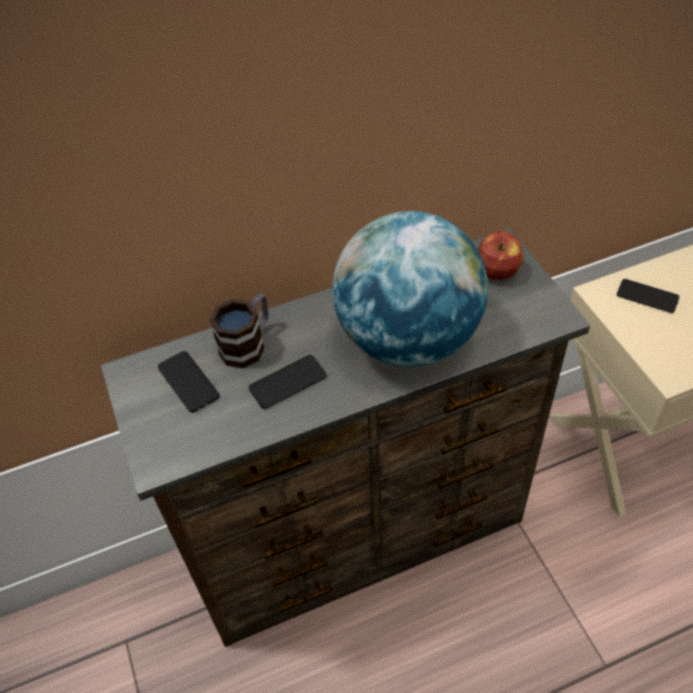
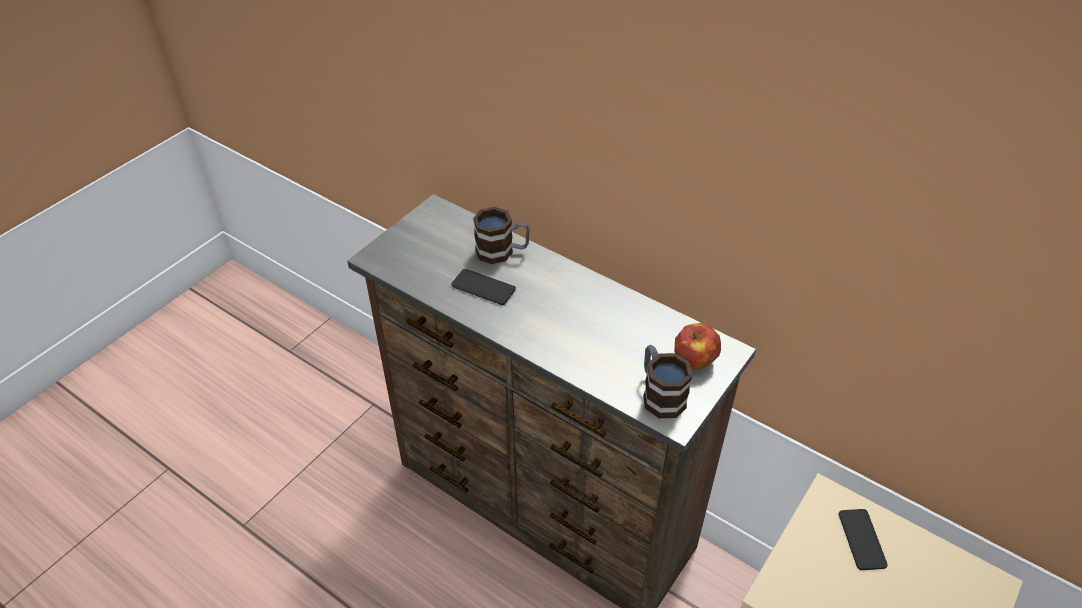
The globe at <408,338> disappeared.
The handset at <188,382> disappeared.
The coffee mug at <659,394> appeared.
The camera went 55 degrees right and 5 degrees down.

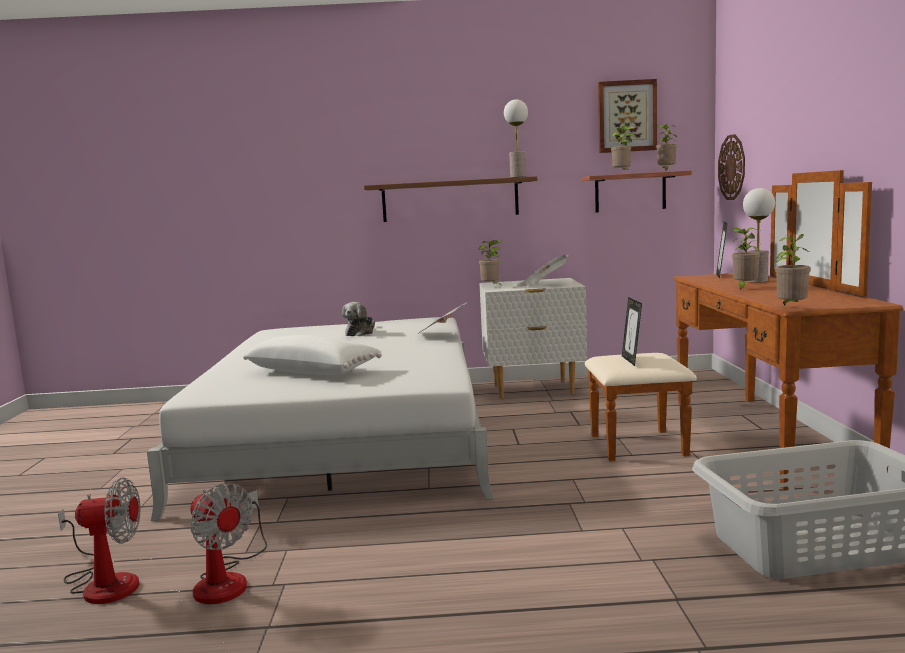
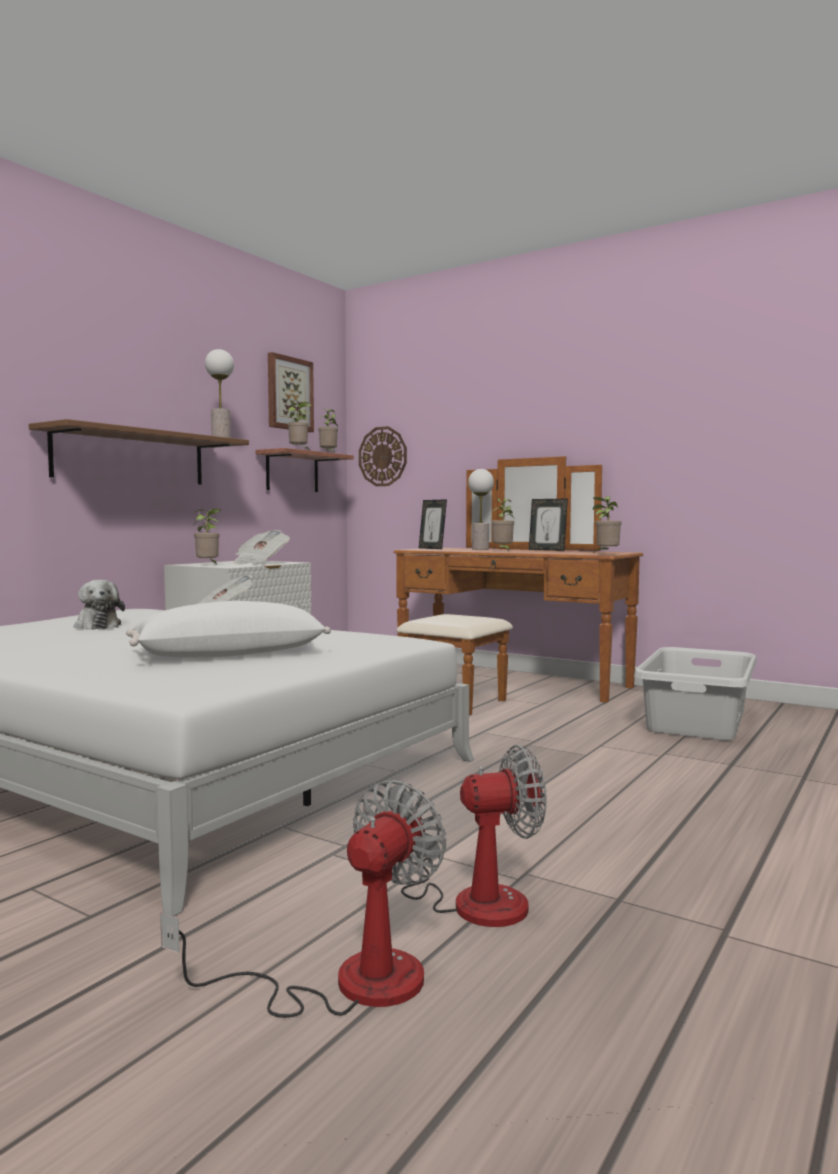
The picture frame moved from <631,360> to <547,550>.
The camera went 55 degrees left and 5 degrees down.

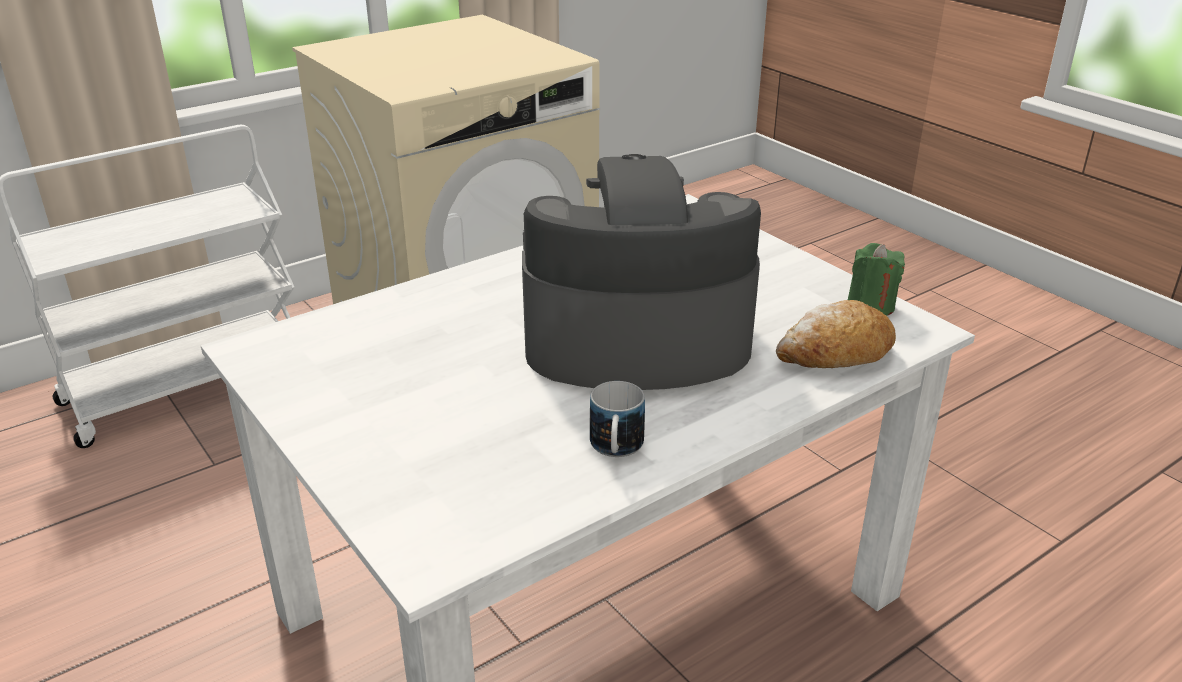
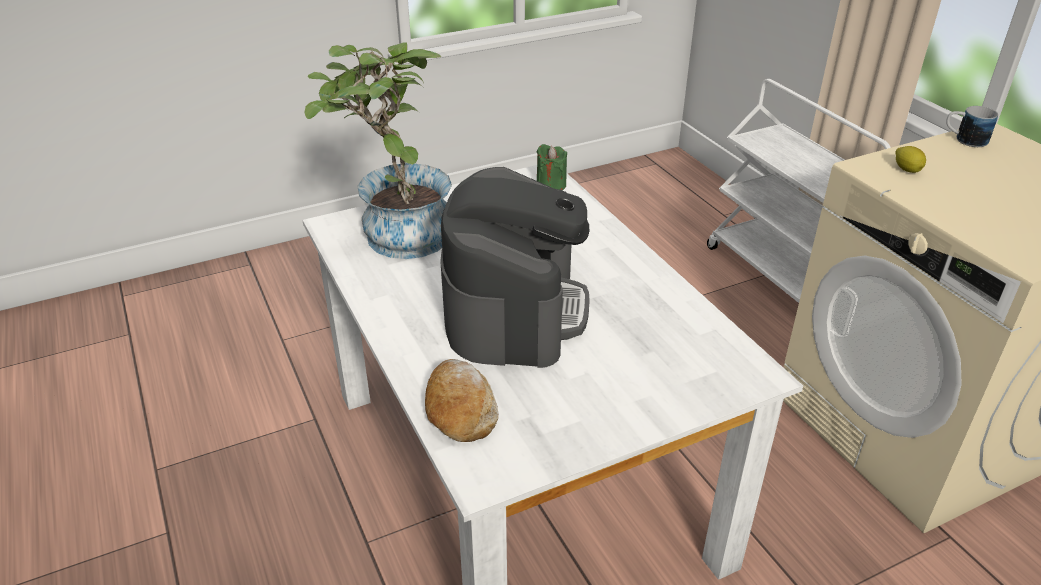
The candle (green-coloured) moved from <871,306> to <551,185>.
The coffee mug moved from <615,449> to <964,140>.
The houseplant at <395,234> appeared.
The whole lemon at <907,170> appeared.
The camera went 100 degrees right and 5 degrees up.

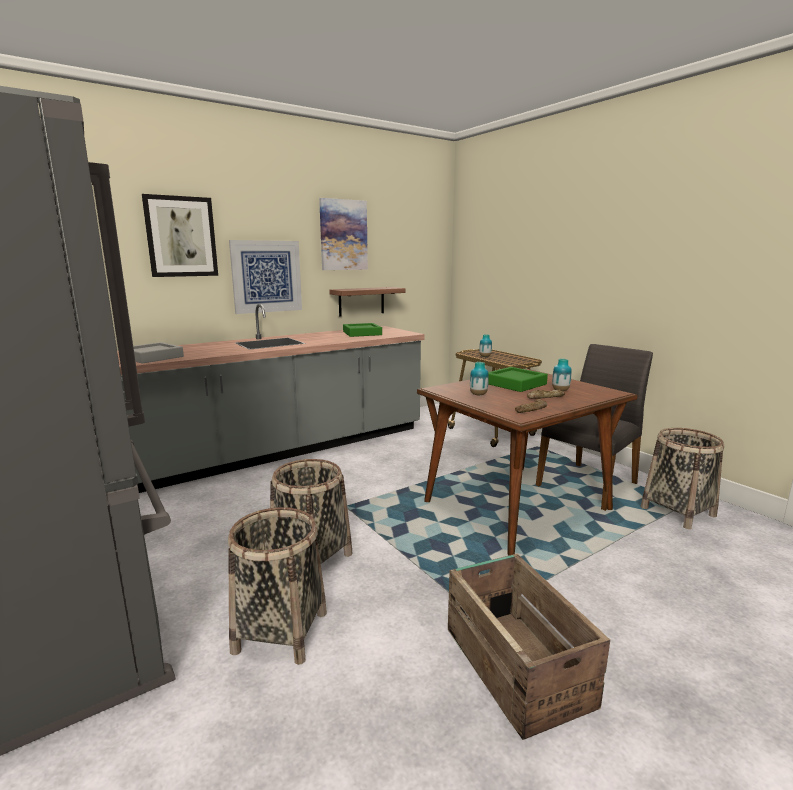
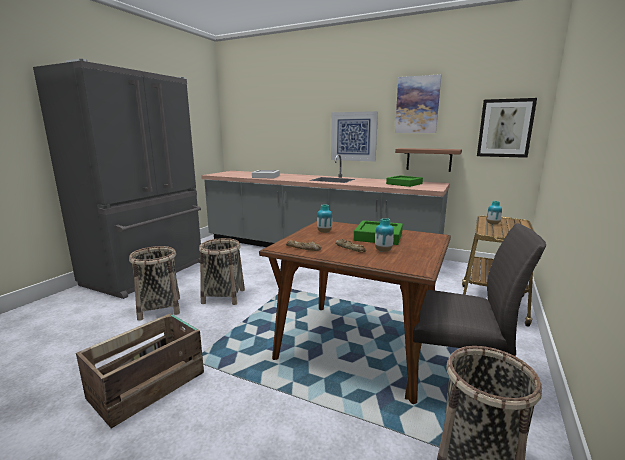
The wall art moved from <181,237> to <505,128>.
The camera went 60 degrees right and 0 degrees up.

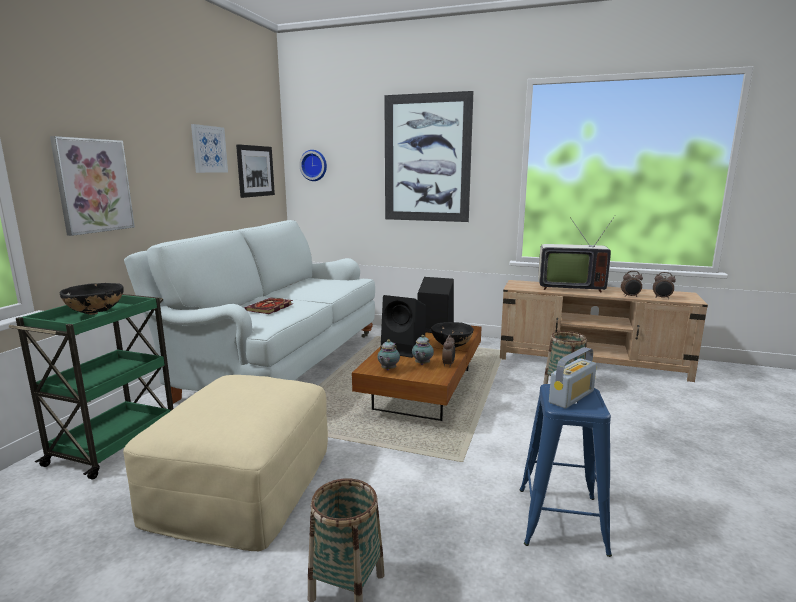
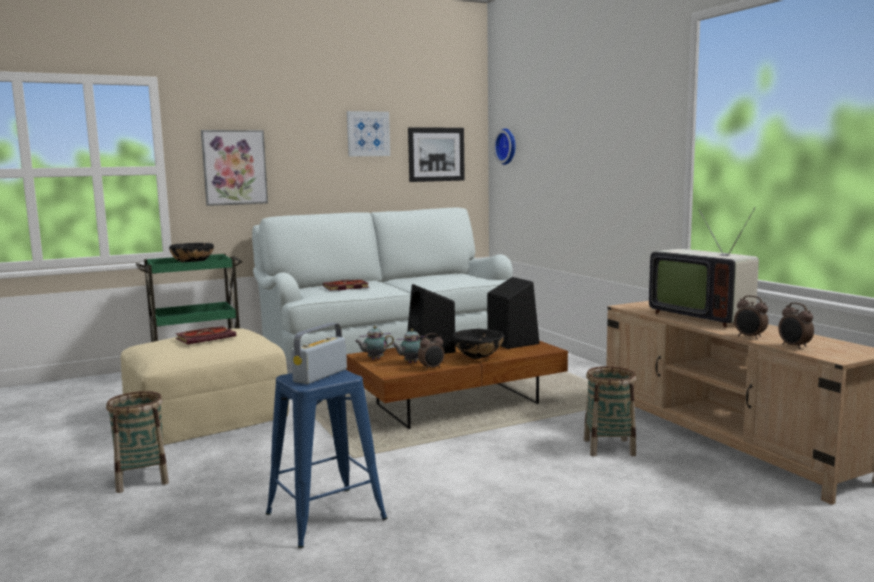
The wall art at <427,158> disappeared.
The radio receiver at <571,397> turned 120 degrees clockwise.
The volume at <206,337> appeared.
The camera went 45 degrees right and 5 degrees down.

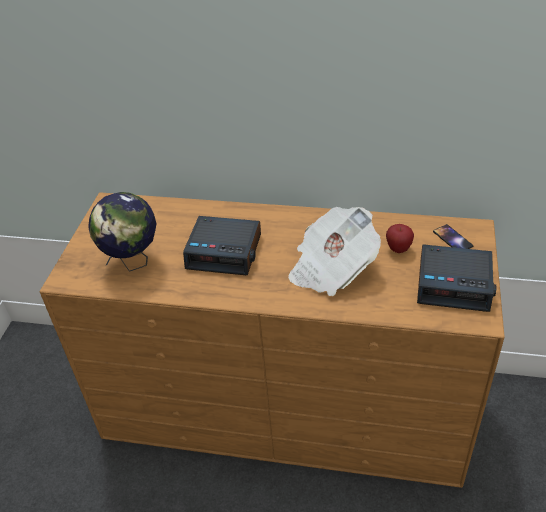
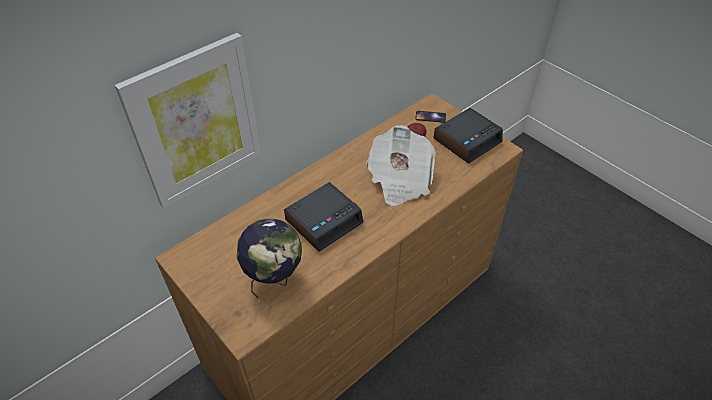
The wall art at <196,122> appeared.
The camera went 55 degrees left and 5 degrees up.

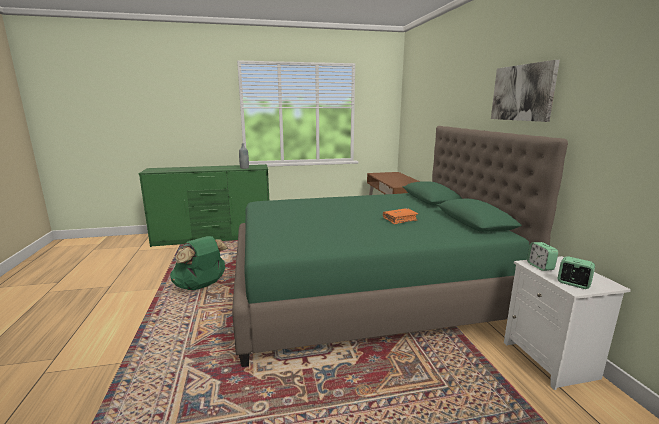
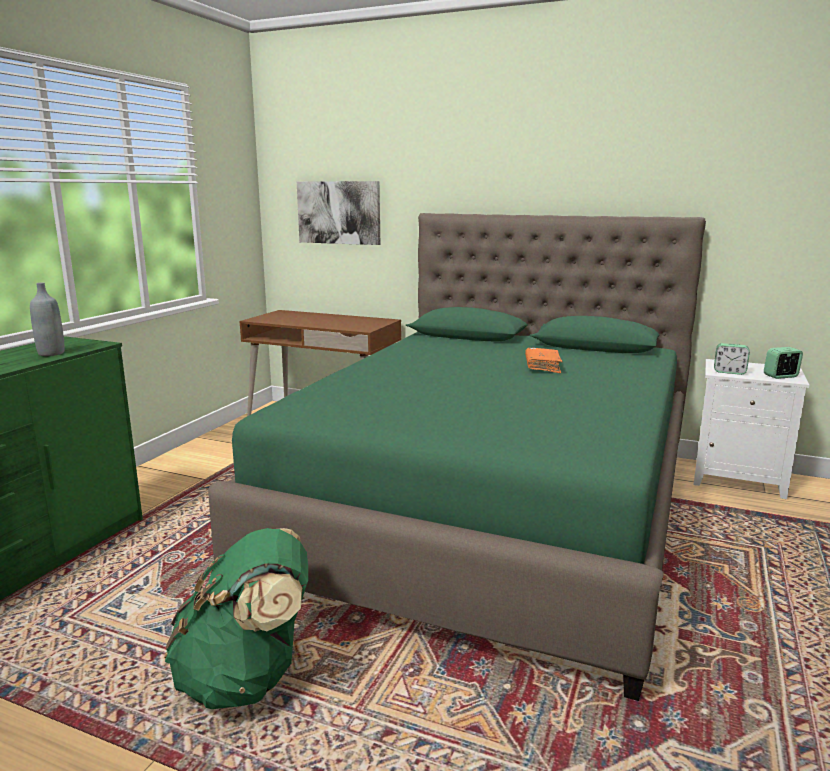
The wall art moved from <523,93> to <339,212>.
The camera went 55 degrees left and 0 degrees up.

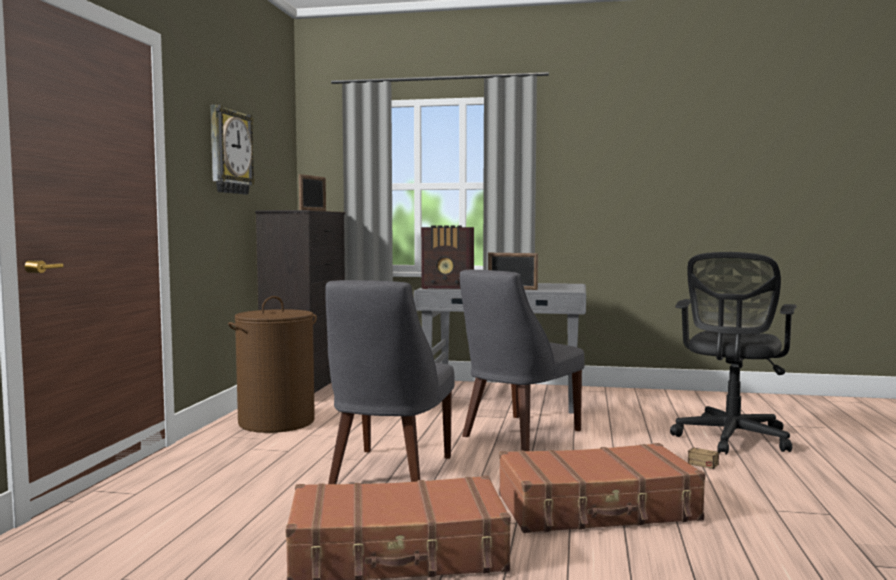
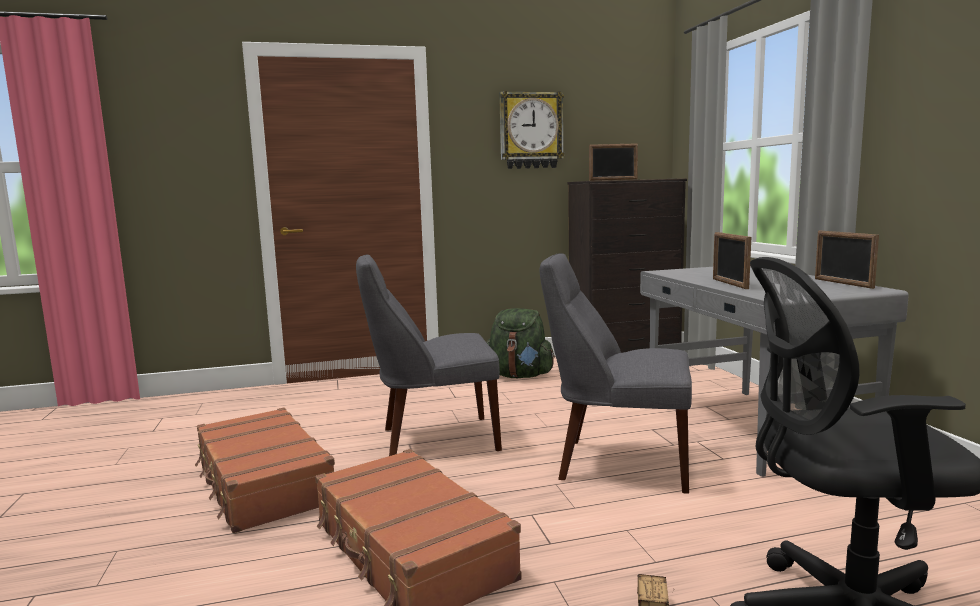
The radio receiver at <449,288> disappeared.
The hamper (brown-coloured) at <276,422> was replaced by the backpack (green-coloured) at <519,376>.
The picture frame at <842,283> appeared.
The camera went 65 degrees right and 5 degrees up.

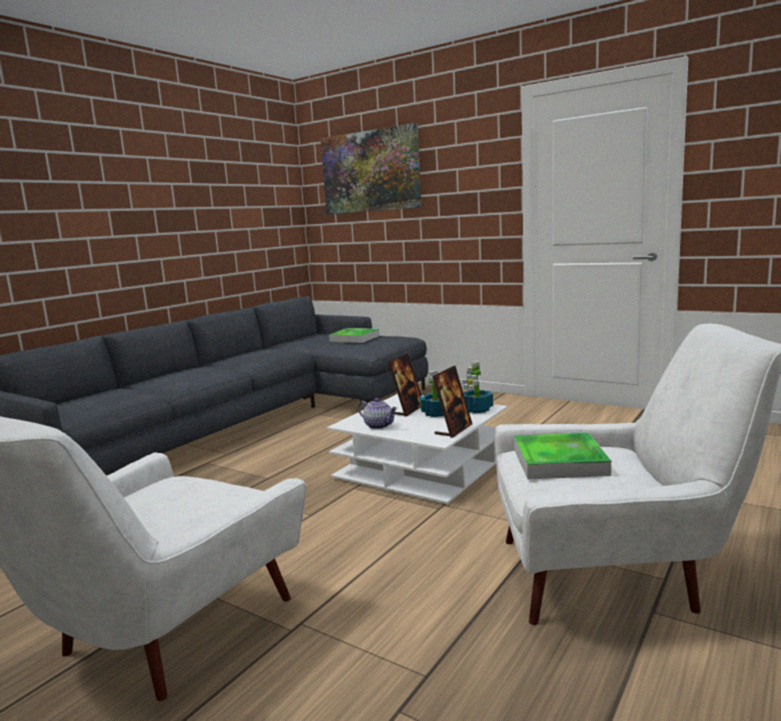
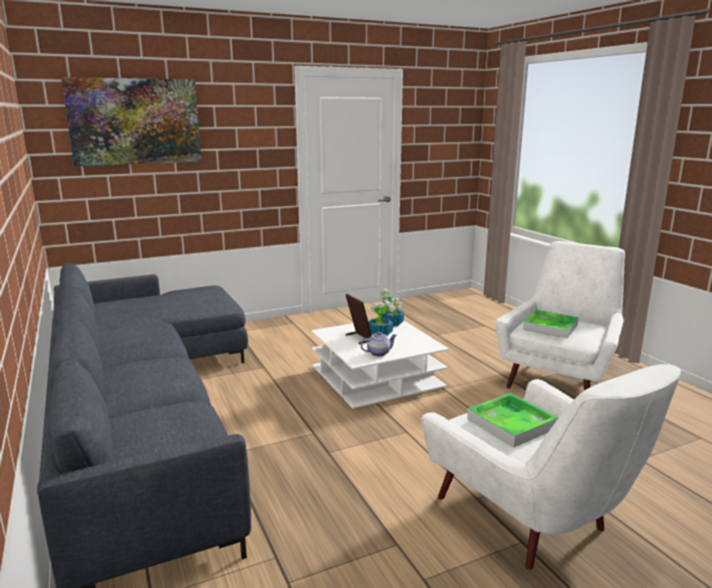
The tray moved from <354,338> to <511,423>.
The picture frame at <453,430> disappeared.
The camera went 60 degrees left and 5 degrees up.

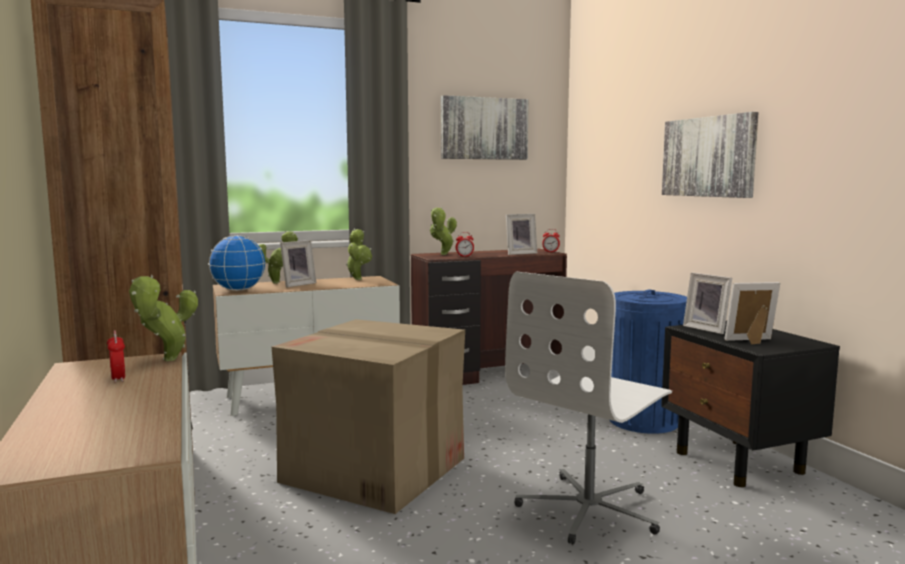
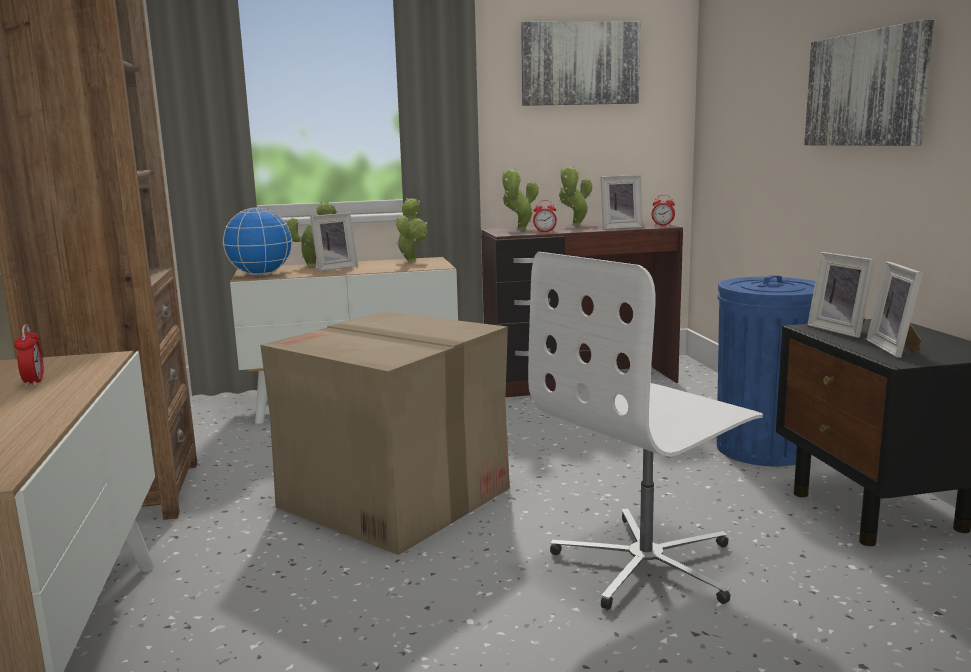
The houseplant moved from <167,361> to <575,225>.
The picture frame at <752,341> turned 90 degrees counterclockwise.
The camera went 10 degrees right and 5 degrees up.

